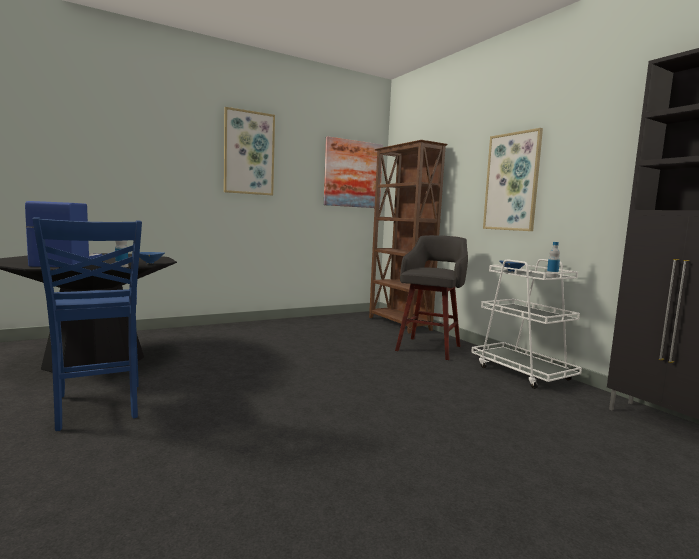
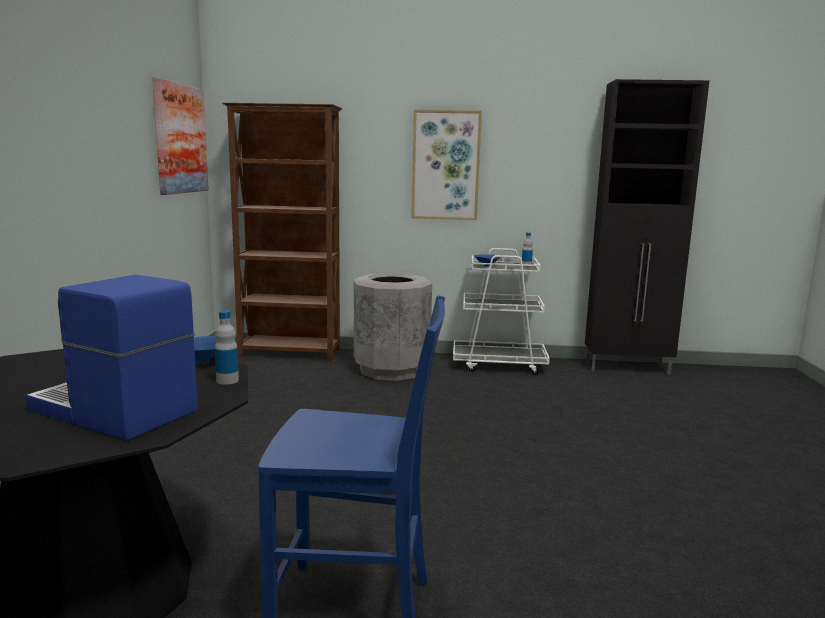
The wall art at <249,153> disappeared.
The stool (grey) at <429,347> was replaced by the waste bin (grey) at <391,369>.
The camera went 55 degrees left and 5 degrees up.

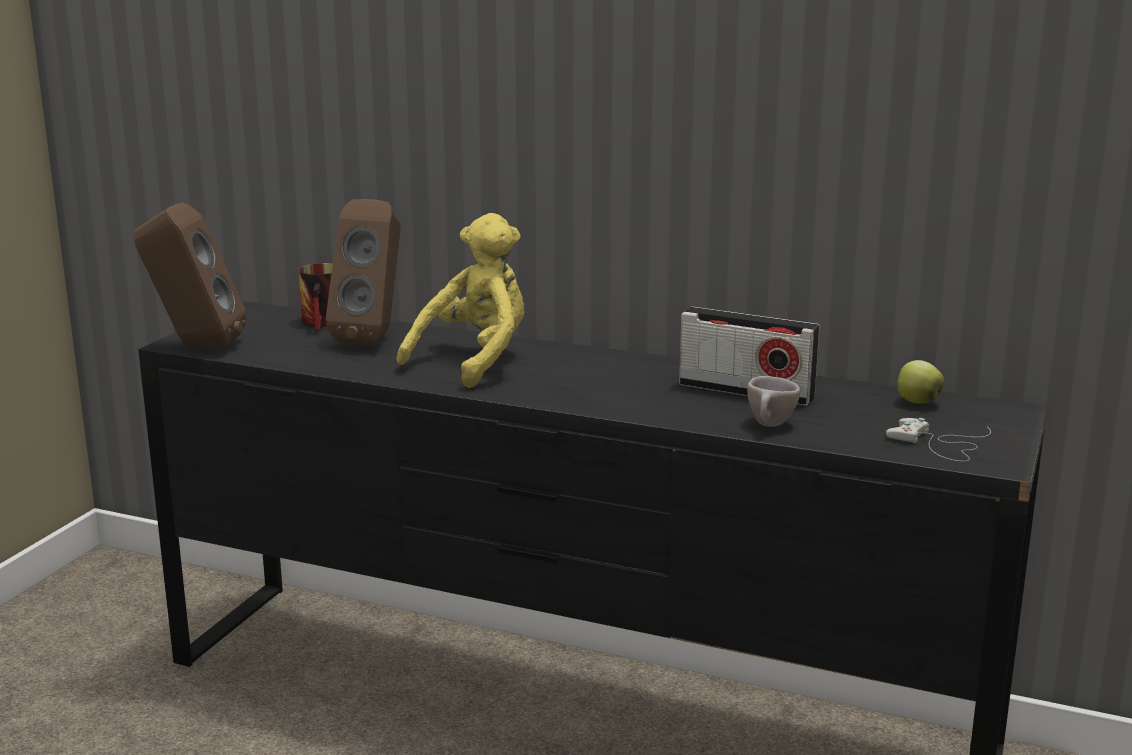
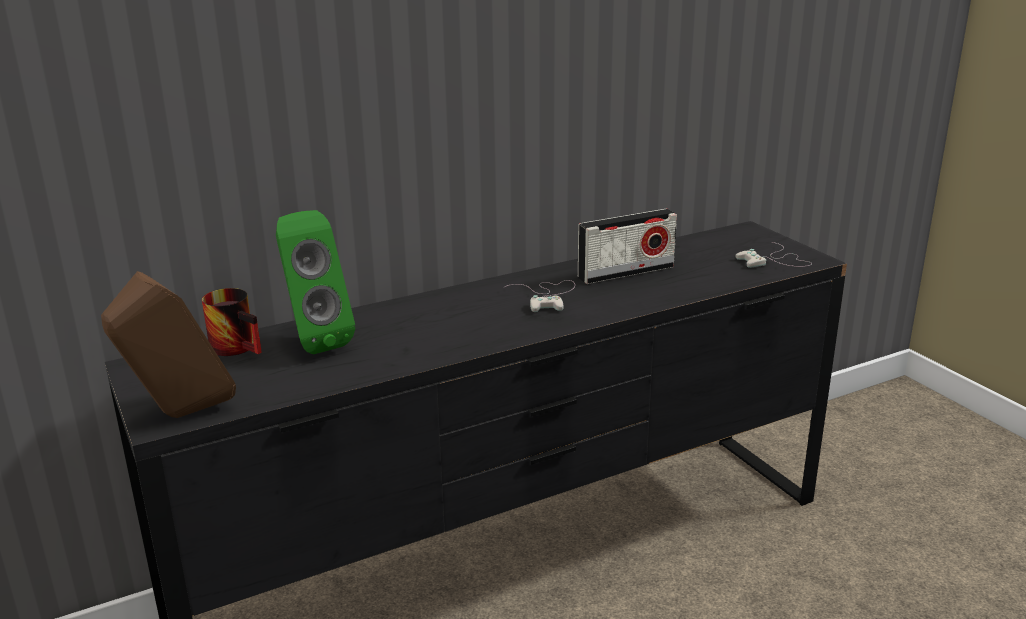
The speaker (brown-coloured) at <374,338> became the speaker (green-coloured) at <314,341>.
The plush toy (yellowish) at <475,360> disappeared.
The apple at <916,401> disappeared.
The cup (sand-coloured) at <770,426> disappeared.
The game controller (white) at <547,296> appeared.
The camera went 50 degrees left and 5 degrees up.

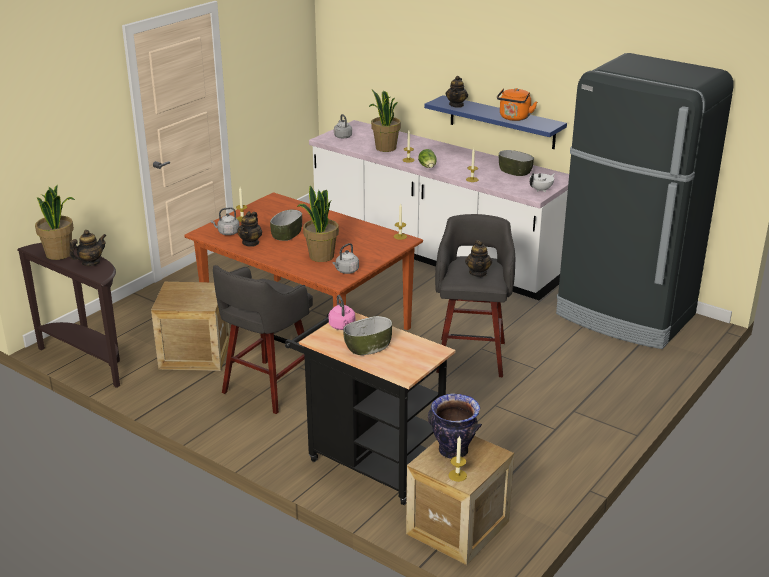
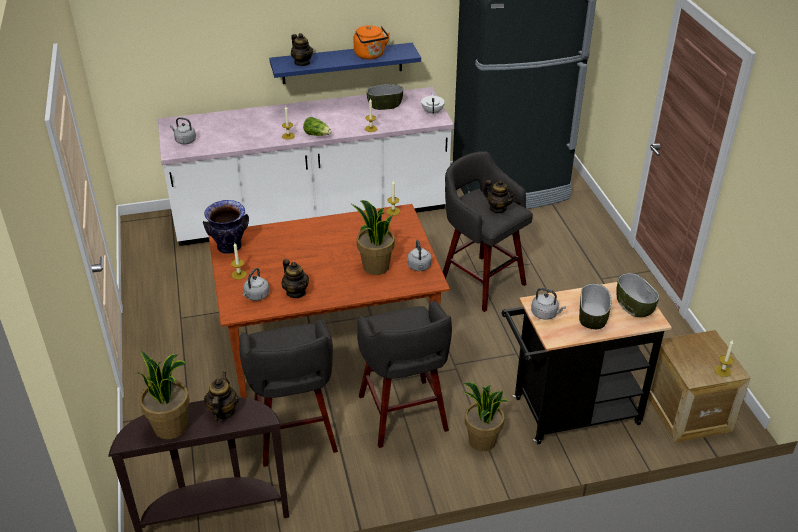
The houseplant moved from <385,148> to <482,441>.
The serving bowl moved from <287,234> to <634,305>.
The packing crate at <195,354> was replaced by the stool (grey) at <295,434>.
The water kettle (pink-coloured) at <342,326> became the water kettle (grey) at <545,314>.
The vase moved from <453,451> to <229,247>.
The camera went 50 degrees left and 10 degrees up.

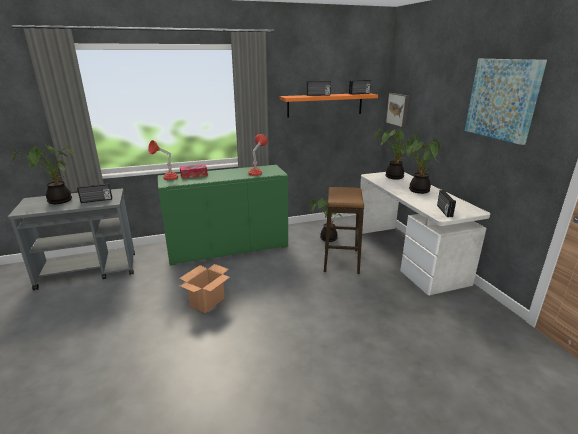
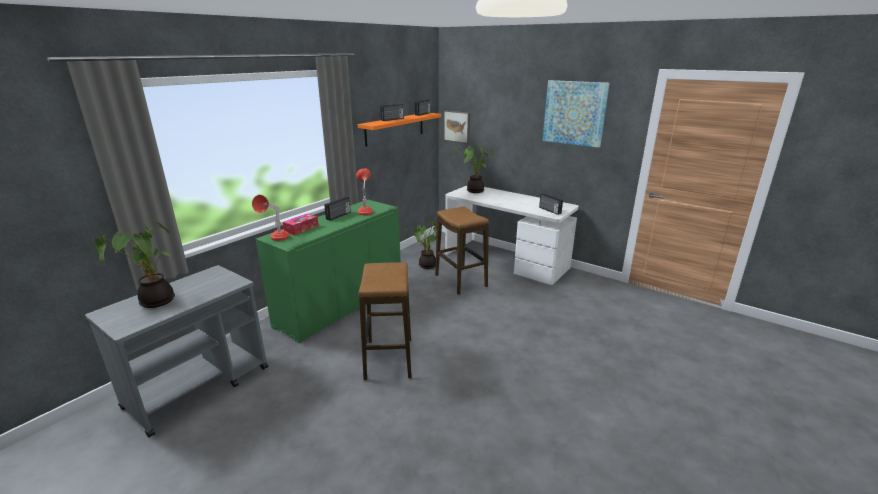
The houseplant at <417,190> disappeared.
The radio receiver moved from <96,200> to <338,216>.
The carton at <207,302> was replaced by the stool at <388,358>.
The camera went 35 degrees left and 0 degrees up.

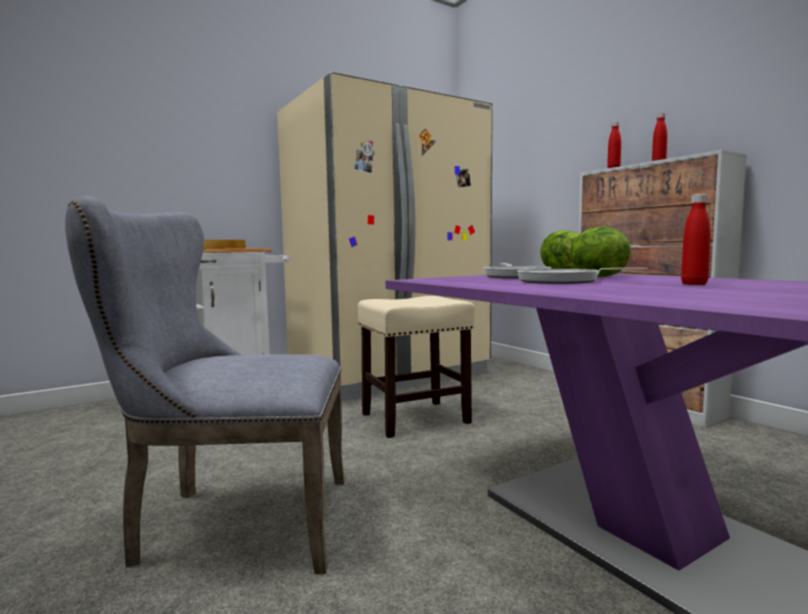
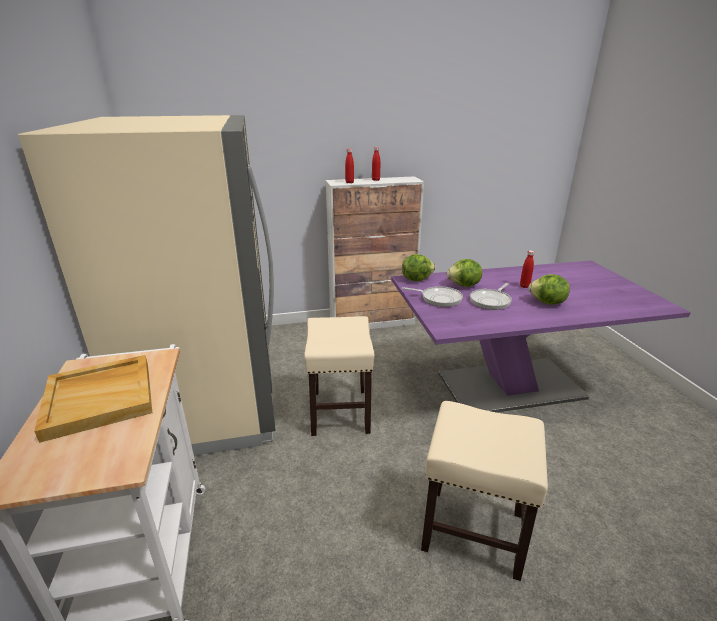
The upright chair (grey) at <232,523> was replaced by the stool (sand-coloured) at <471,531>.
The head of lettuce at <547,303> appeared.
The camera went 70 degrees left and 20 degrees up.

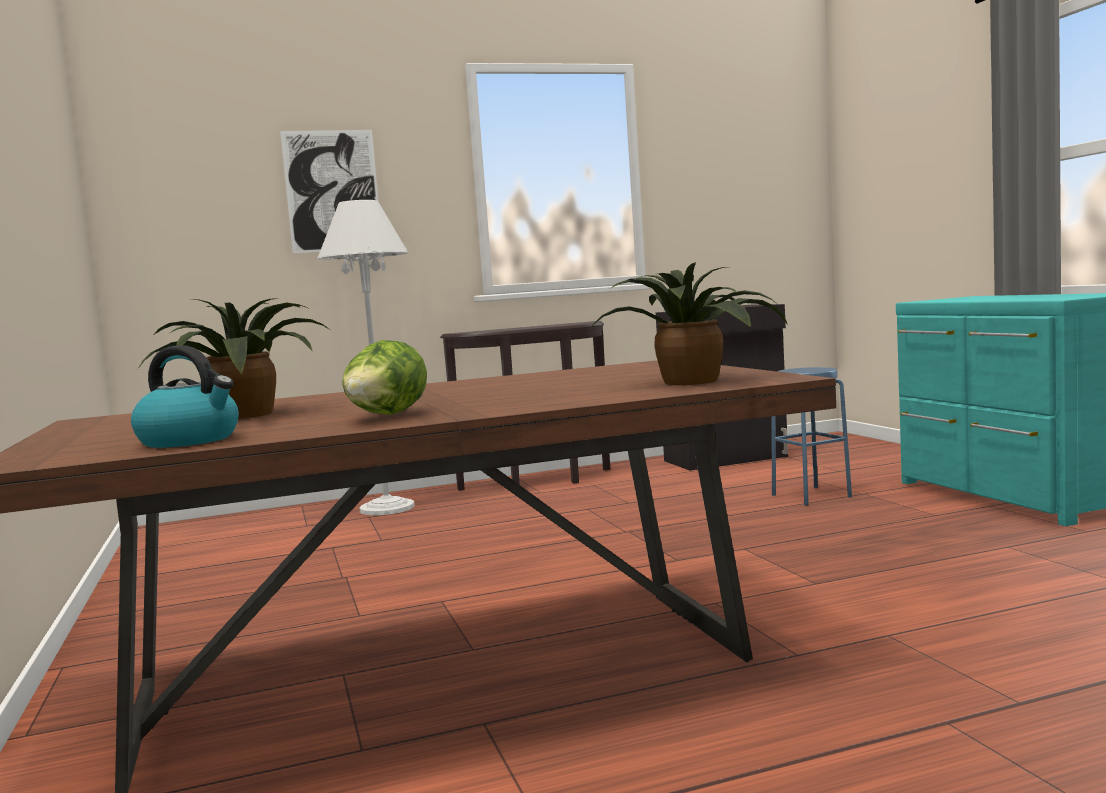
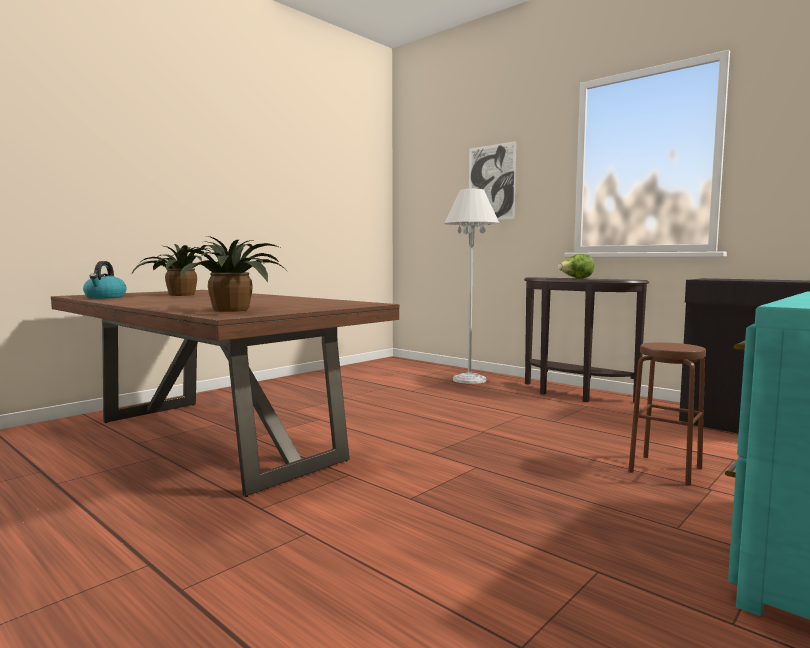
The head of lettuce moved from <386,416> to <576,278>.
The stool (bluish) at <811,496> became the stool (brown-coloured) at <665,470>.
The camera went 60 degrees right and 0 degrees up.

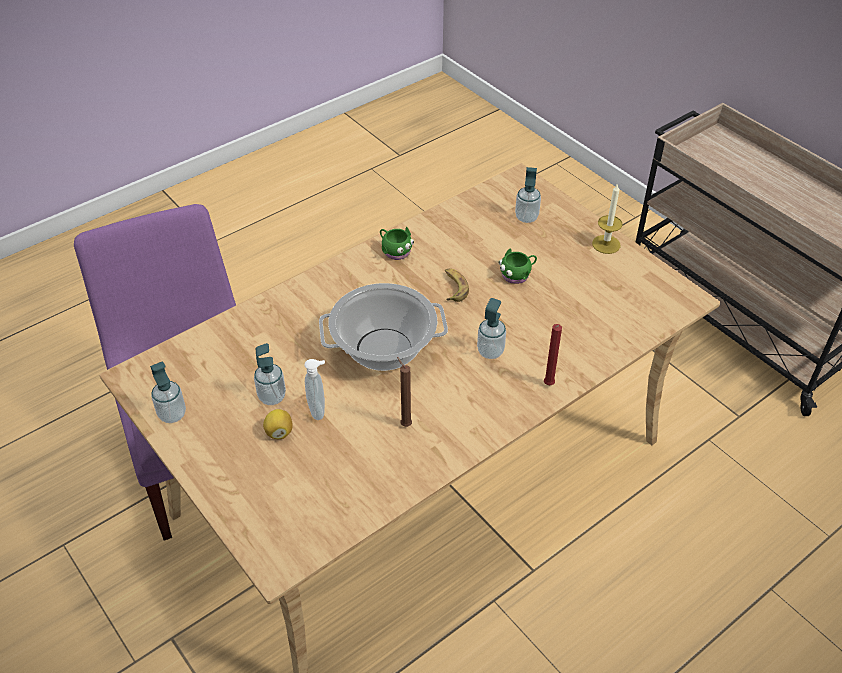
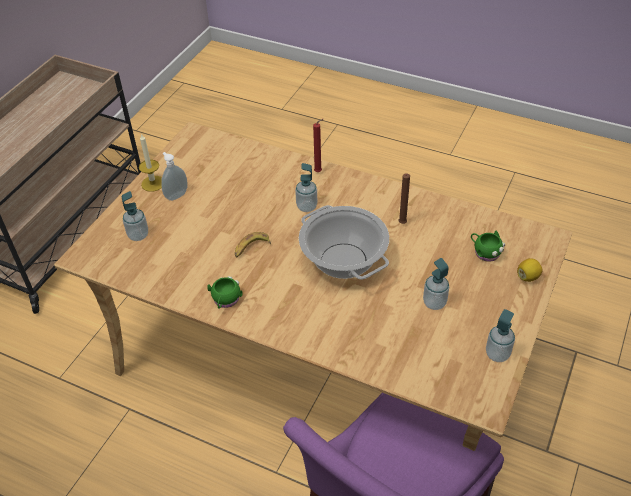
The coffee mug (green-coloured) moved from <517,274> to <485,252>.
The soap bottle moved from <319,410> to <176,195>.
The whole lemon moved from <279,432> to <528,277>.
The camera went 115 degrees left and 0 degrees up.

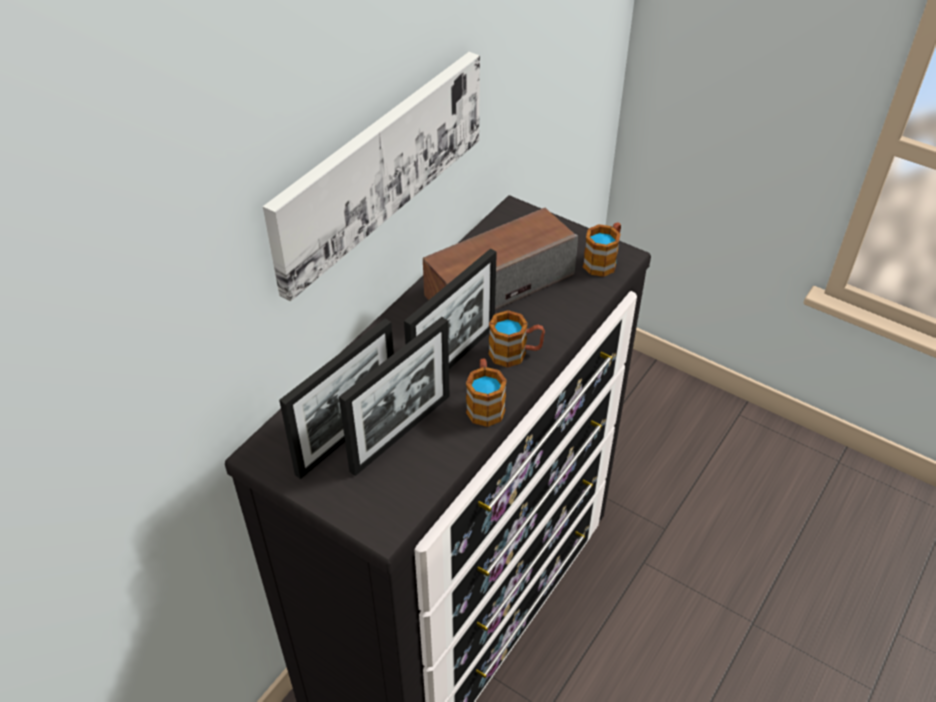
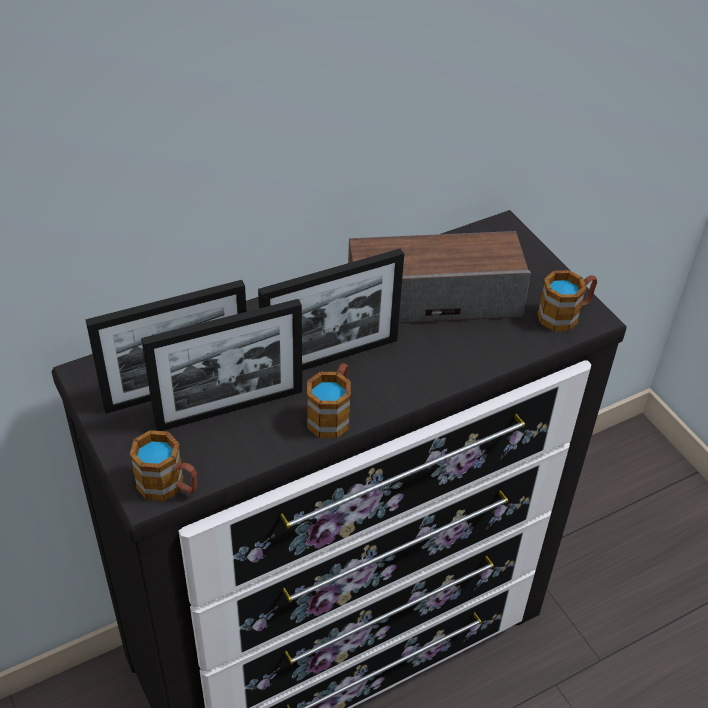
The wall art at <378,167> disappeared.
The coffee mug moved from <515,353> to <169,486>.
The camera went 25 degrees right and 0 degrees up.

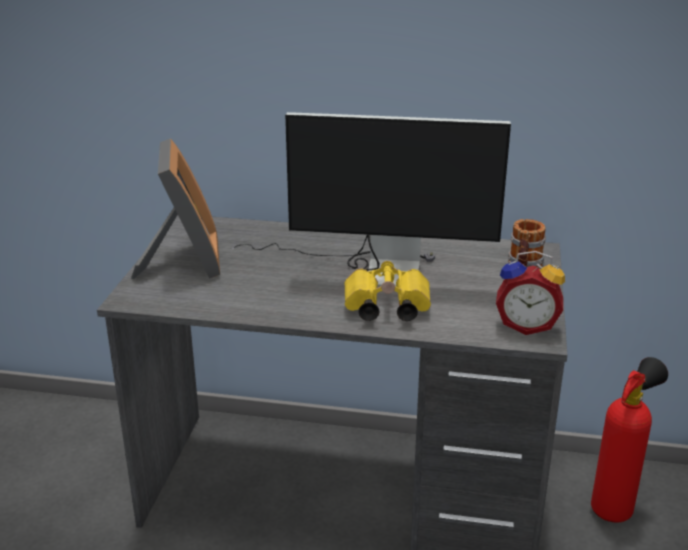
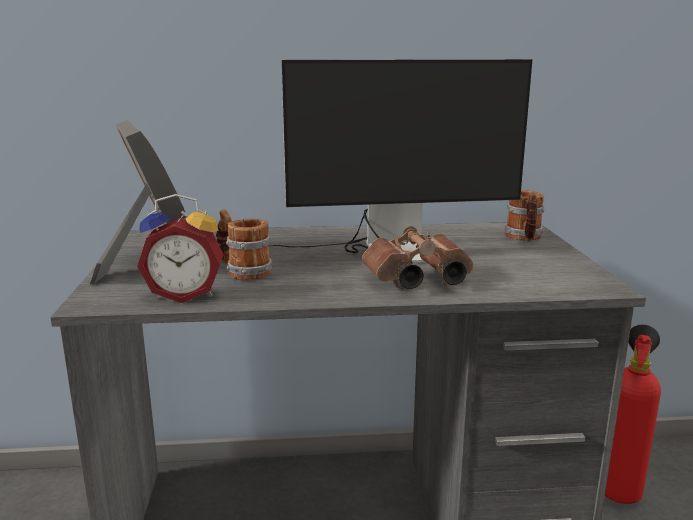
The bedside clock moved from <526,325> to <185,295>.
The binoculars (yellowish) at <384,309> became the binoculars (brown-coloured) at <415,281>.
The coffee mug at <243,271> appeared.
The camera went 15 degrees left and 10 degrees down.

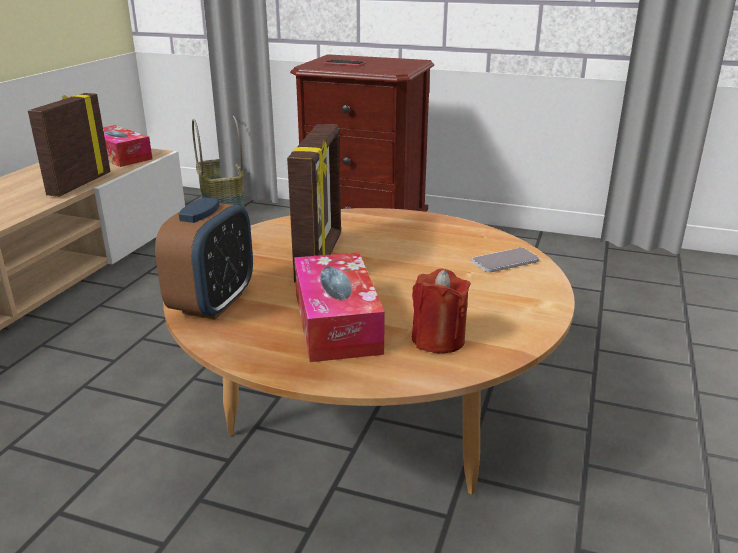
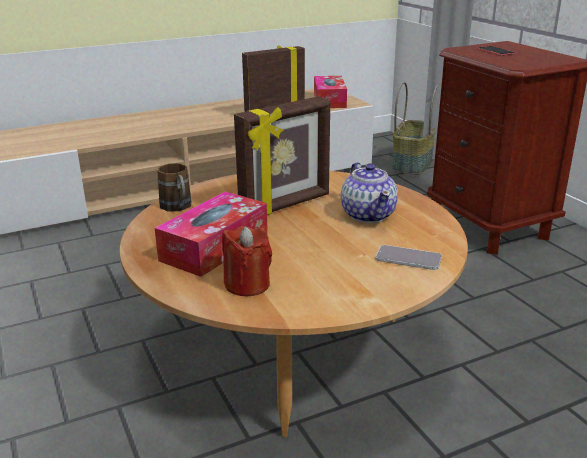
The bedside clock at <213,303> was replaced by the coffee mug (brown-coloured) at <178,208>.
The teapot at <368,215> appeared.
The camera went 45 degrees right and 0 degrees up.

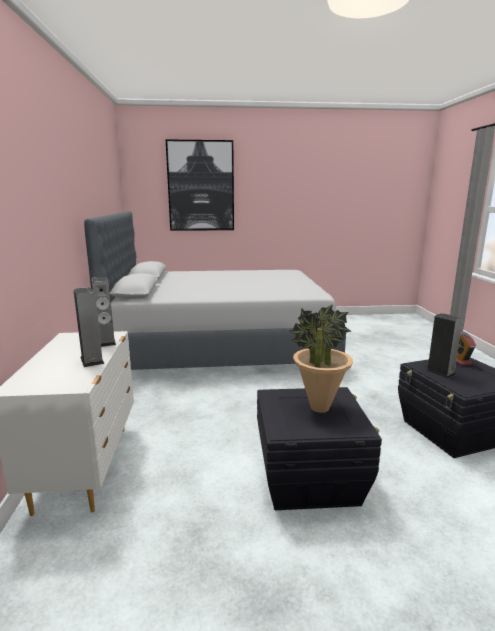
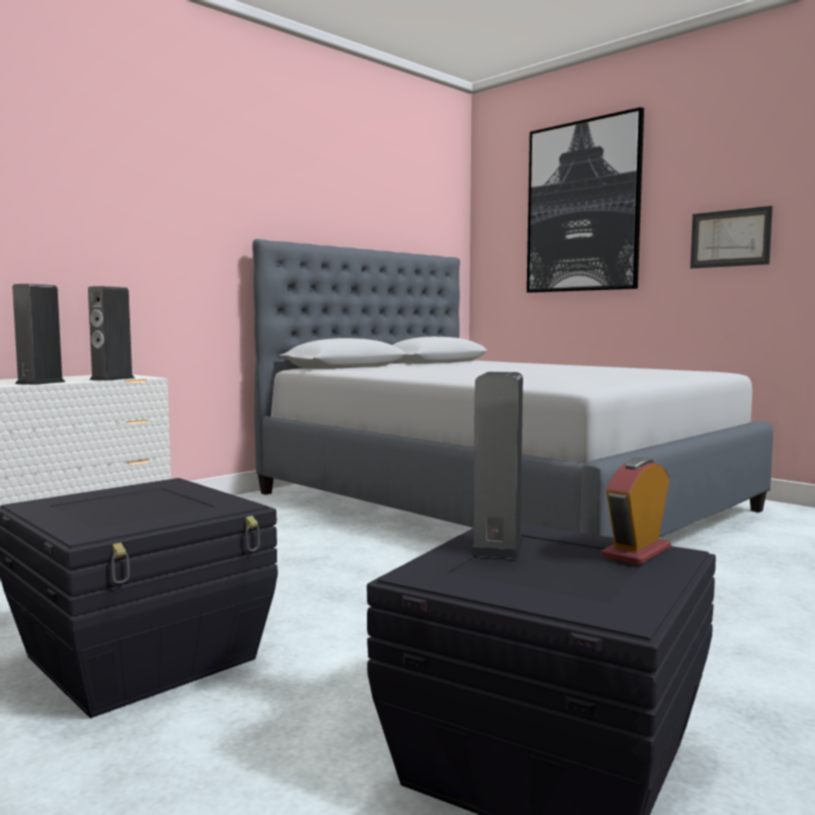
The houseplant at <319,408> disappeared.
The wall art at <730,238> appeared.
The camera went 50 degrees right and 10 degrees down.

